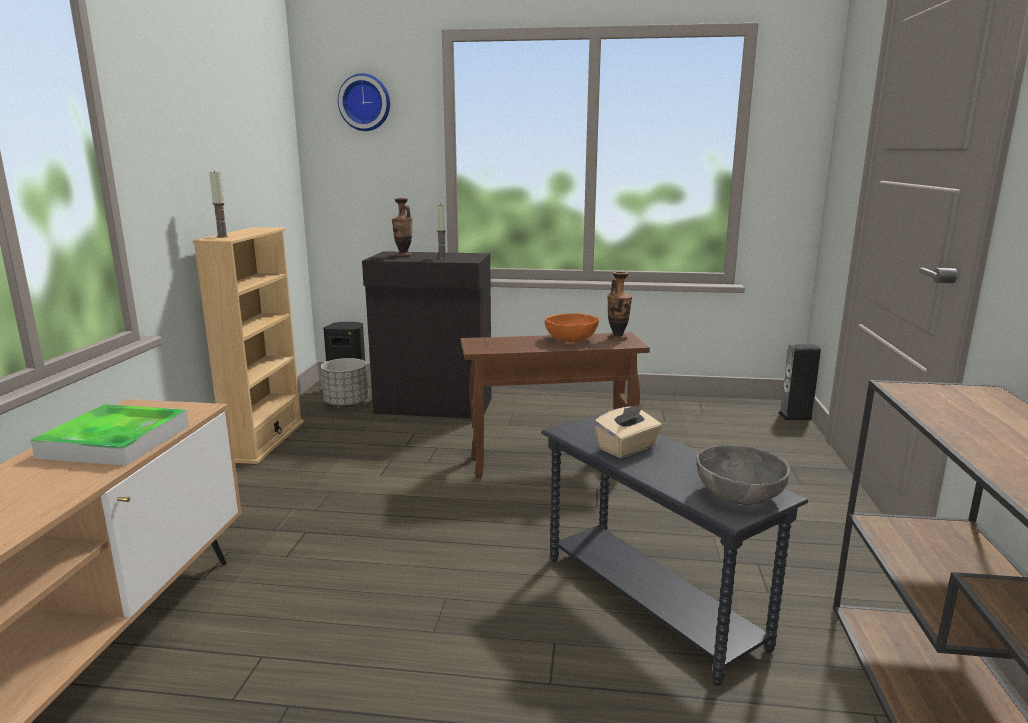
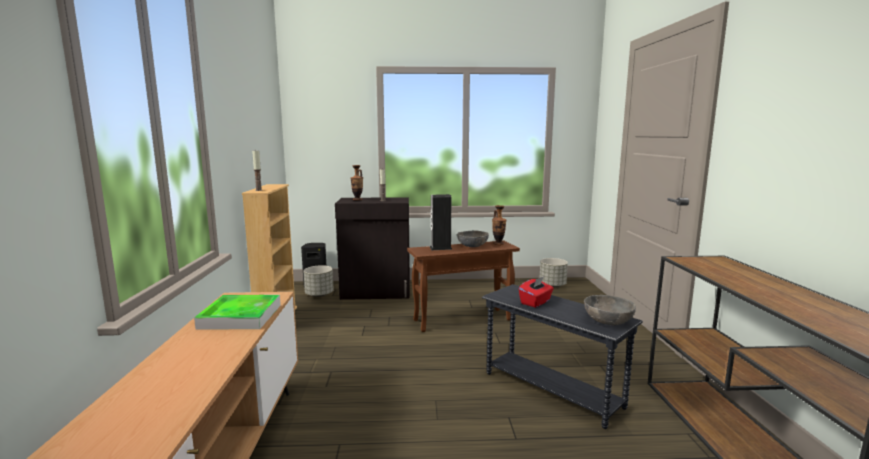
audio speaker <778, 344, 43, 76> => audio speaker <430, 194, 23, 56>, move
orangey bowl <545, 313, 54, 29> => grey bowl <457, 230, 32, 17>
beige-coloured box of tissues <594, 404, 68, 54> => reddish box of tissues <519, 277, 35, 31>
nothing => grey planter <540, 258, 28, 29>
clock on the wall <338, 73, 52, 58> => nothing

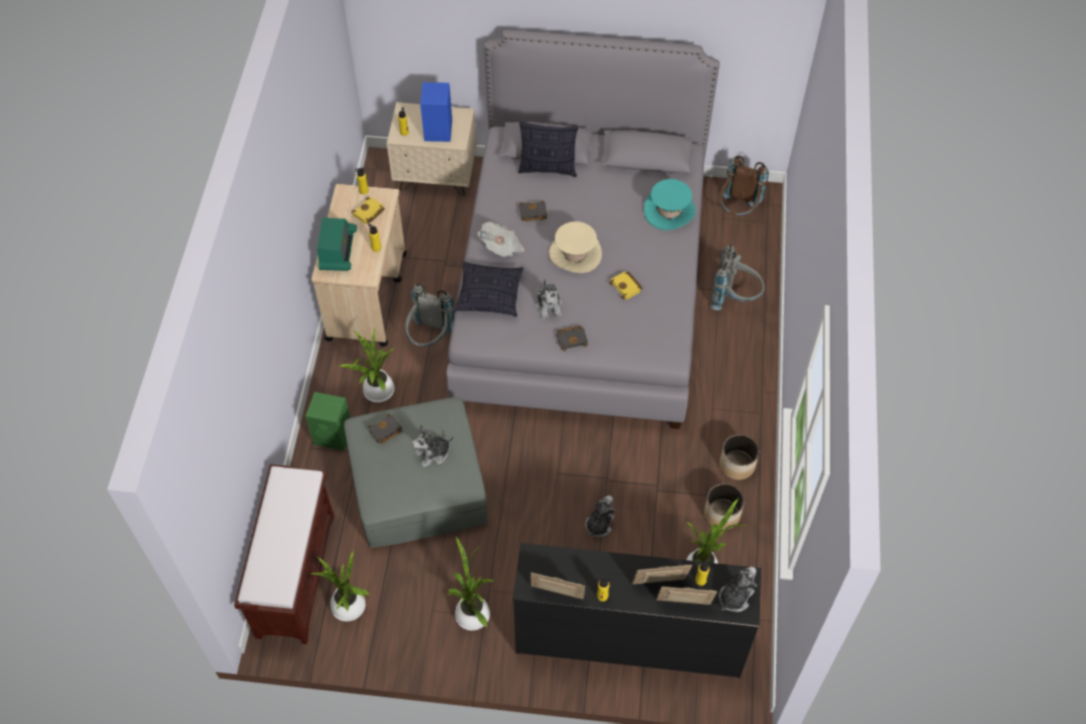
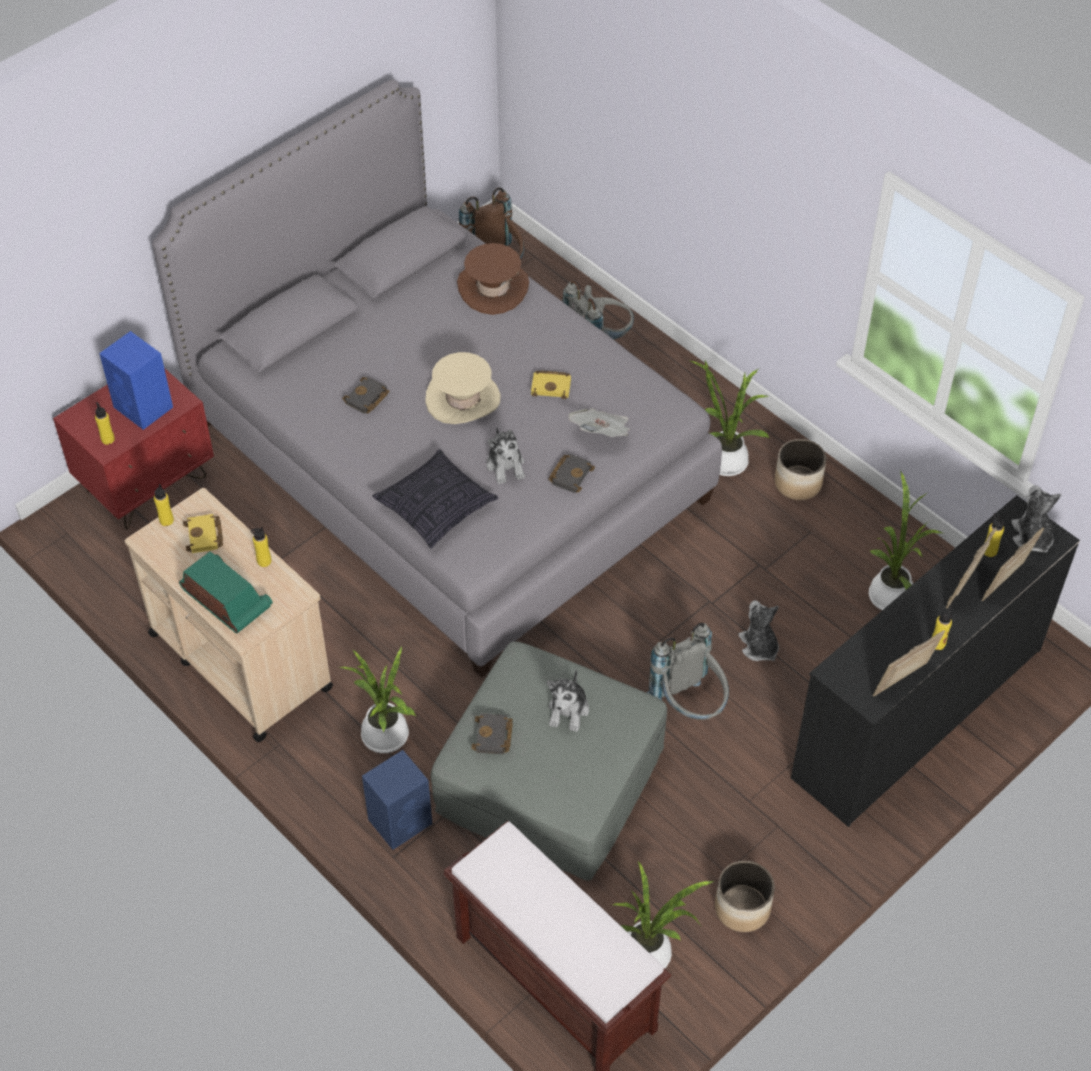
beige-coloured night table <387, 102, 90, 94> => reddish night table <53, 368, 161, 161>
greenish audio speaker <305, 392, 45, 59> => bluish audio speaker <362, 750, 70, 100>
turquoise hat <644, 179, 52, 51> => brown hat <457, 243, 72, 72>
cuddly toy <535, 278, 27, 41> => cuddly toy <486, 428, 39, 56>, 45 degrees clockwise
daily paper <478, 222, 47, 35> => daily paper <568, 408, 62, 29>, move
grey rucksack <405, 283, 50, 64> => grey rucksack <646, 622, 83, 98>, move
plant in a pot <447, 535, 48, 96> => plant in a pot <690, 360, 79, 116>, move
planter <704, 483, 40, 47> => planter <715, 861, 60, 71>, move
pillow <518, 121, 60, 56> => nothing

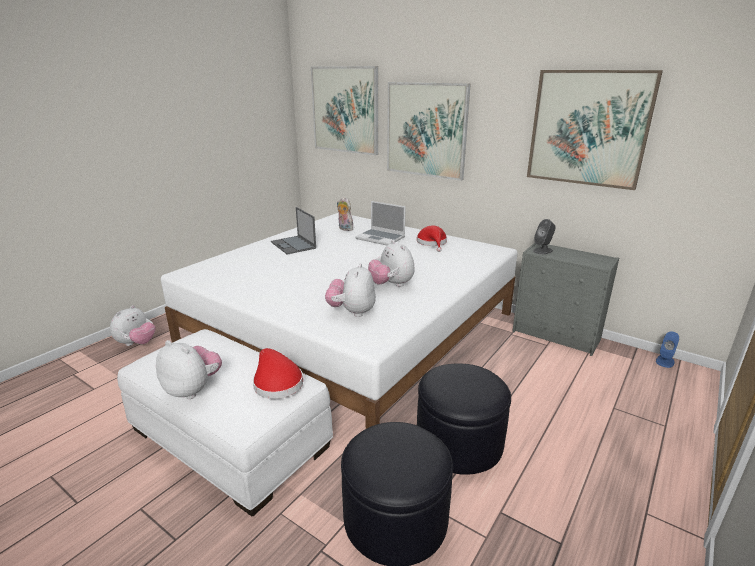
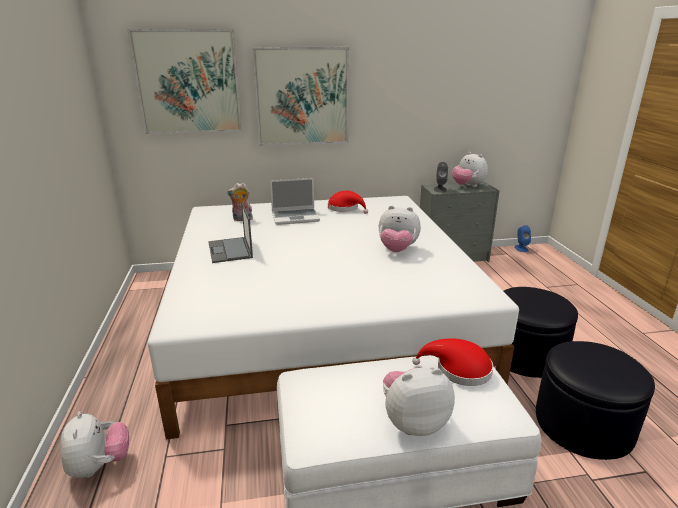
portable computer <271, 207, 45, 48> => portable computer <208, 202, 45, 61>, 60 degrees clockwise
cuddly toy <325, 263, 51, 54> => cuddly toy <452, 152, 36, 35>, move
wall art <527, 70, 136, 120> => nothing

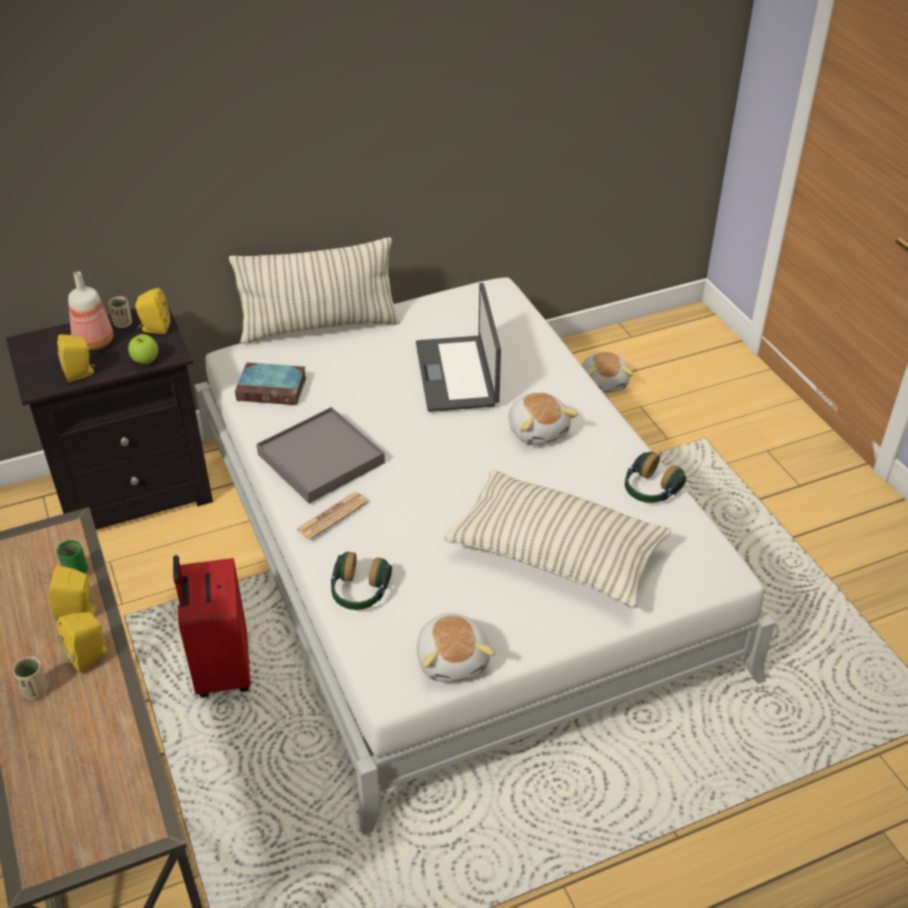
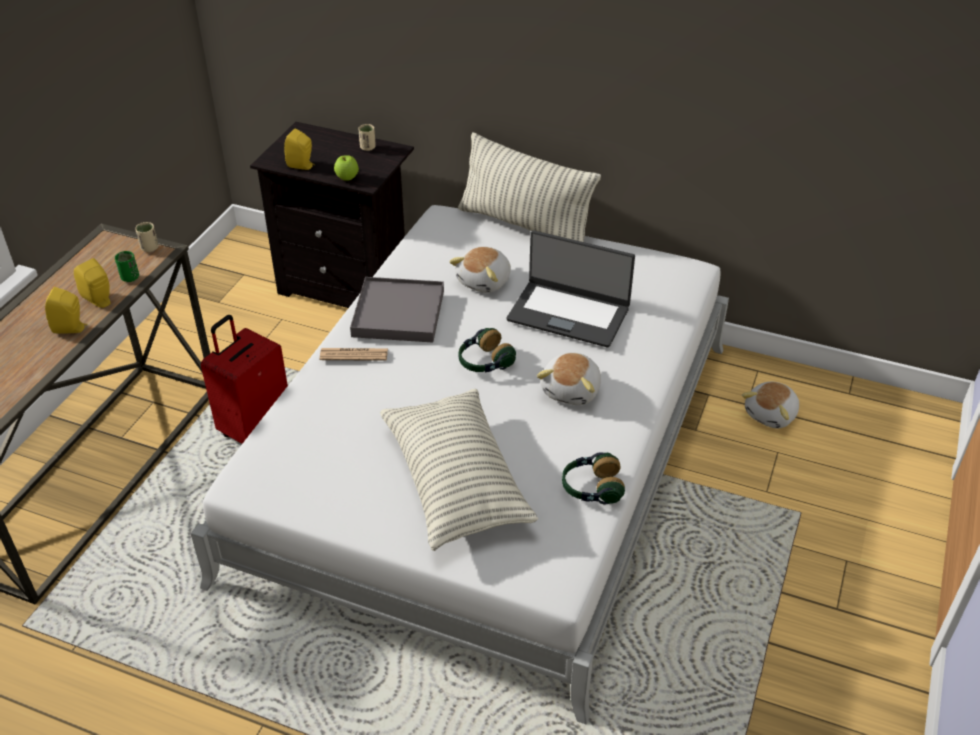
beige-coloured drinking cup <13, 657, 35, 42> => beige-coloured drinking cup <135, 222, 24, 30>, move
cuddly toy <416, 613, 79, 69> => cuddly toy <449, 247, 62, 46>, move
headphones <331, 552, 61, 58> => headphones <459, 328, 57, 44>, move
portable computer <416, 283, 85, 129> => portable computer <507, 230, 128, 118>, 105 degrees counterclockwise
drink bottle <68, 271, 45, 80> => nothing
yellowish audio speaker <135, 288, 35, 46> => nothing
bound book <235, 362, 71, 43> => nothing

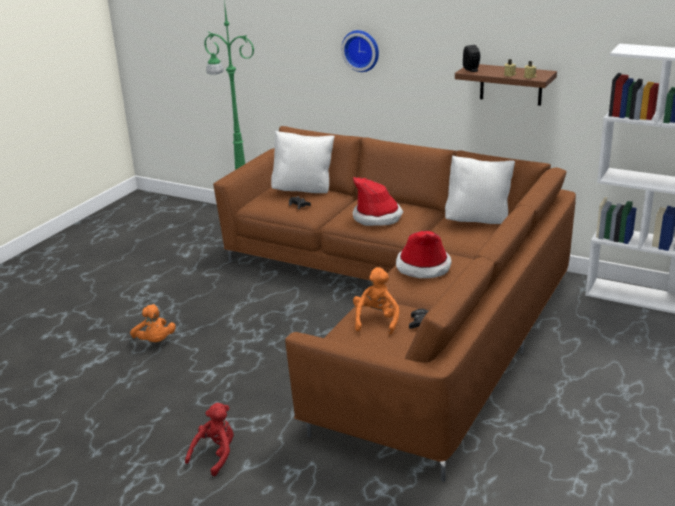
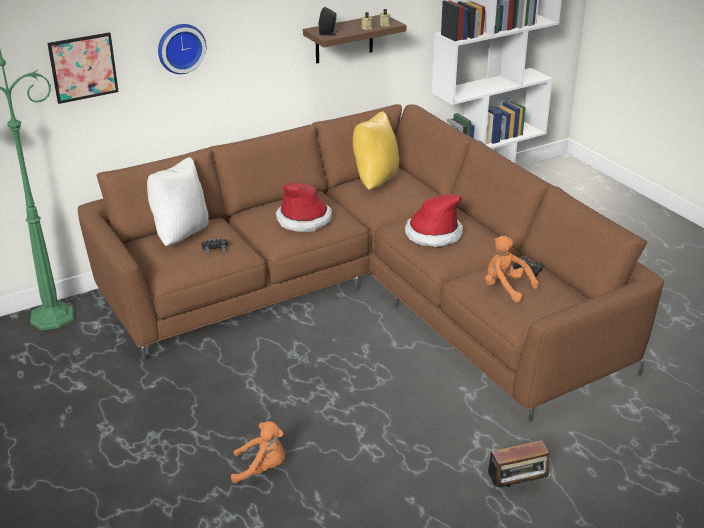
nothing => wall art <47, 32, 72, 72>
whitish pillow <445, 155, 70, 69> => yellowish pillow <353, 111, 46, 79>
reddish cuddly toy <185, 403, 49, 73> => radio receiver <484, 440, 67, 48>

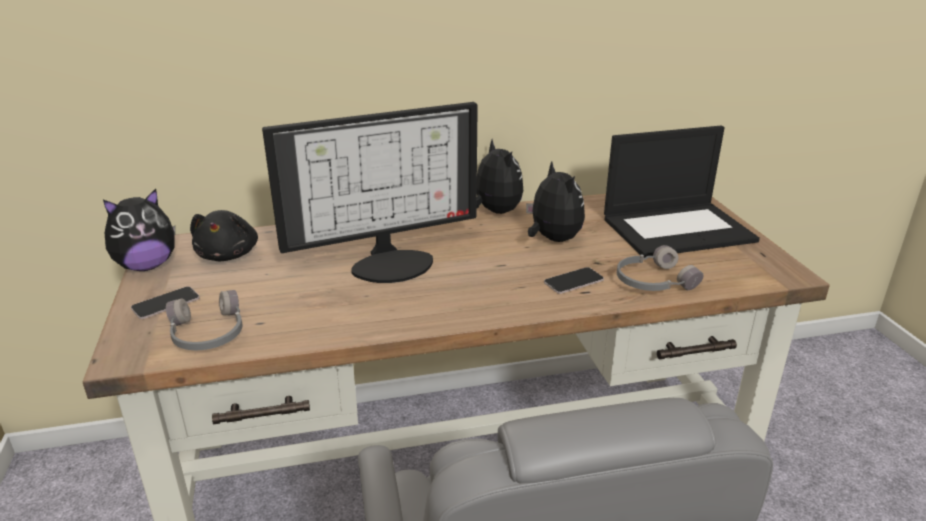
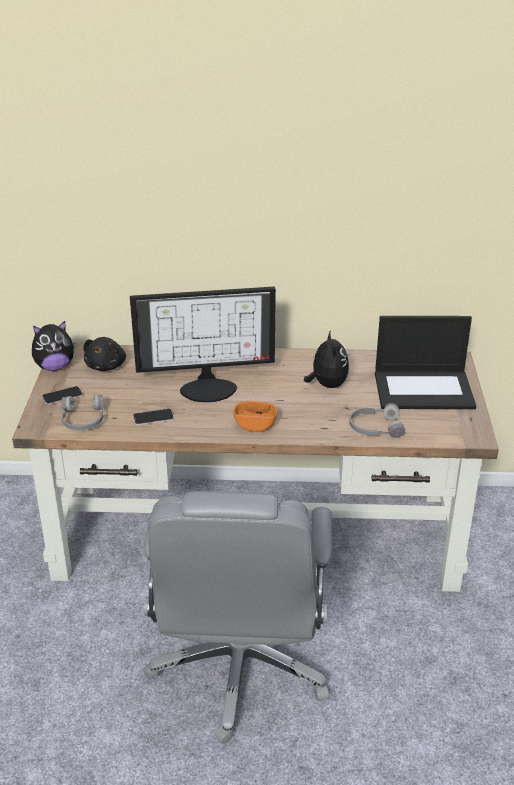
phone <544, 267, 60, 27> => phone <133, 409, 41, 16>, move
nothing => orangey bowl <233, 401, 44, 31>
cuddly toy <477, 140, 46, 74> => nothing

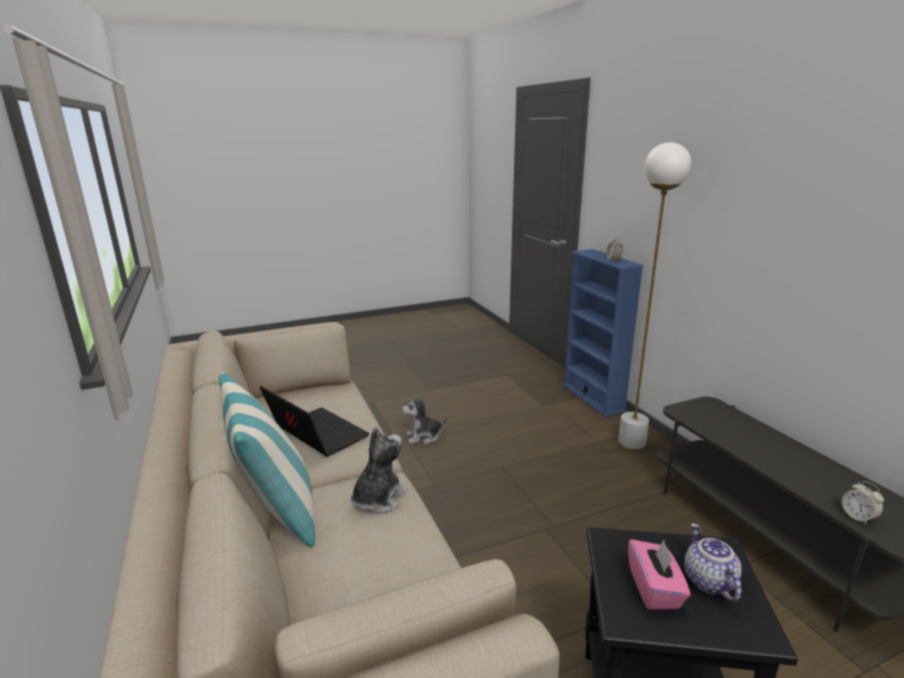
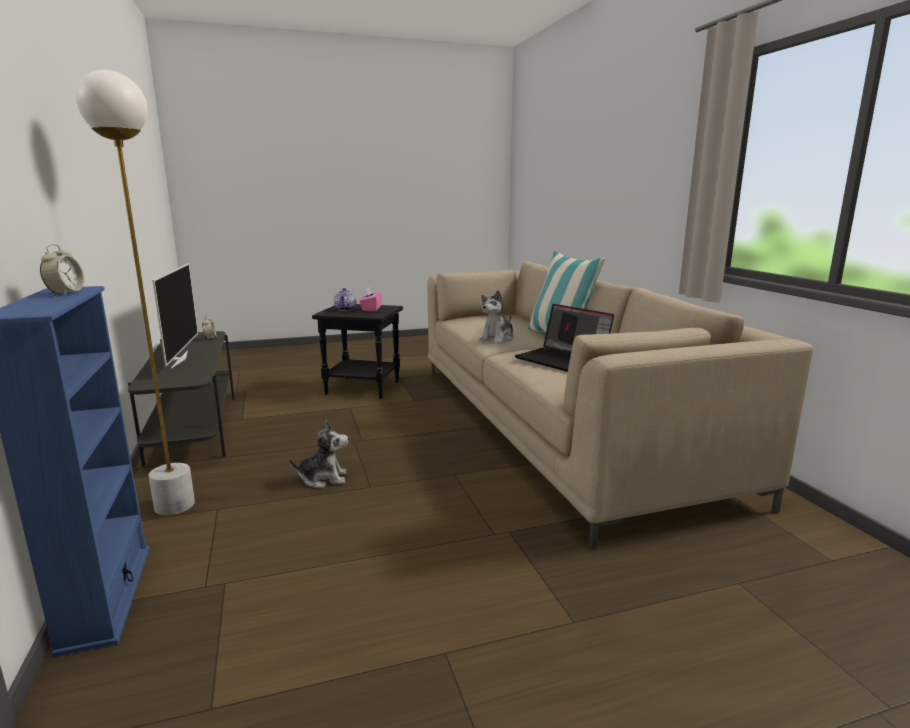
nothing => TV <152, 263, 46, 106>
cuddly toy <402, 394, 46, 50> => cuddly toy <289, 420, 60, 68>, move

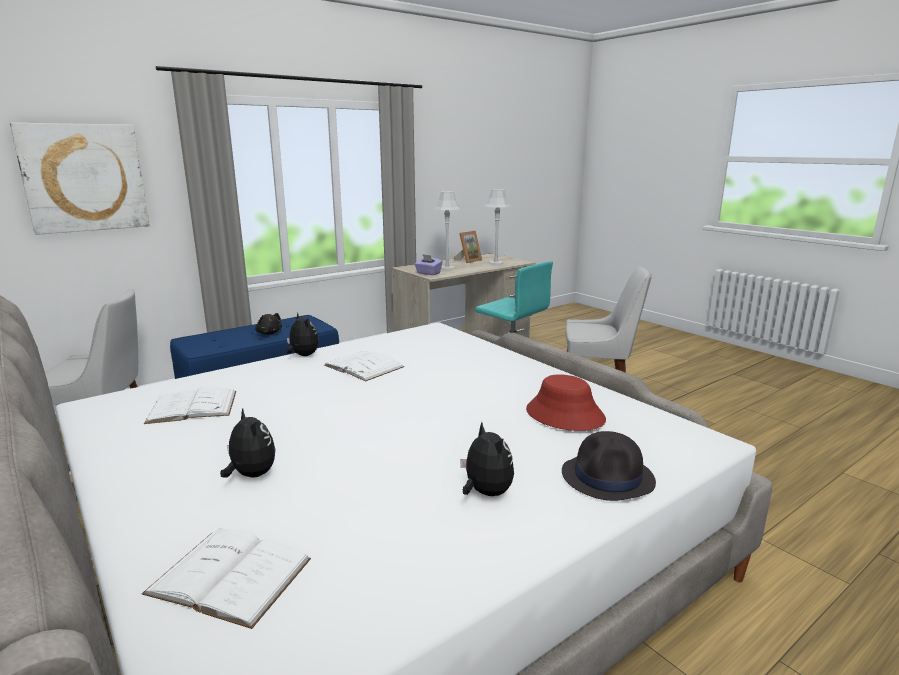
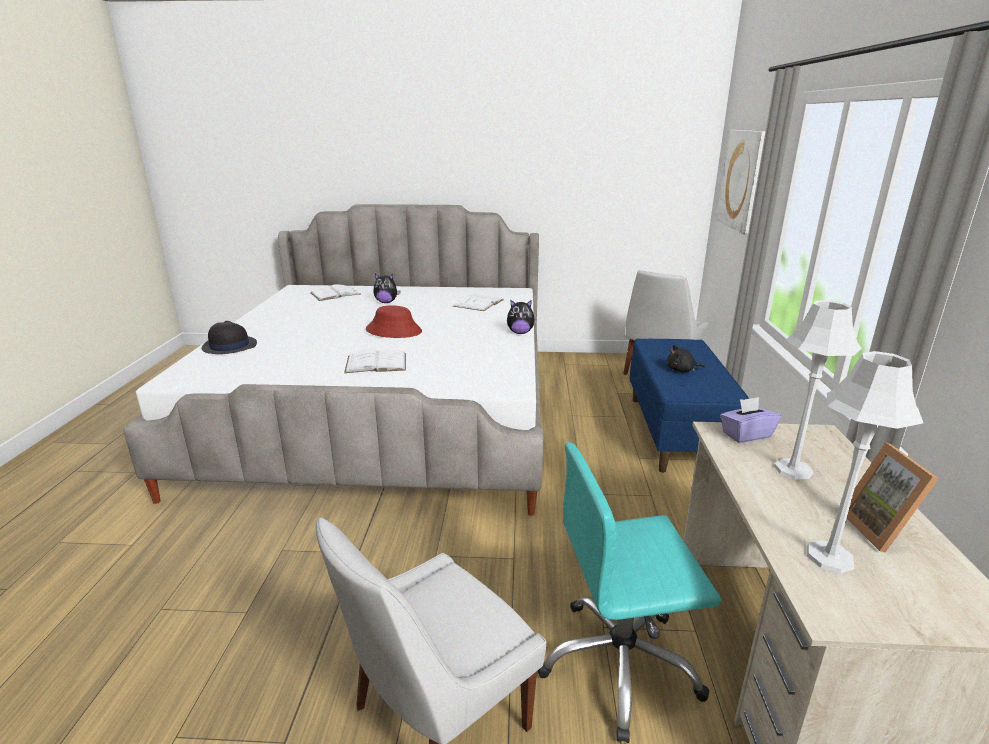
whitish bound book <324, 351, 80, 30> => whitish bound book <344, 348, 62, 25>, move
reddish hat <526, 374, 80, 57> => reddish hat <366, 305, 56, 33>, move
cuddly toy <460, 422, 54, 74> => nothing

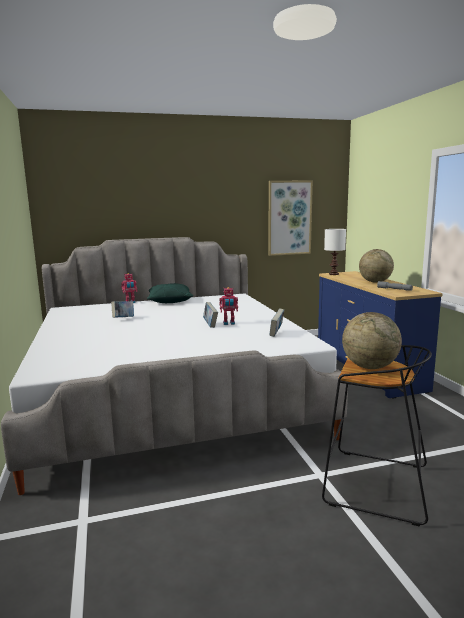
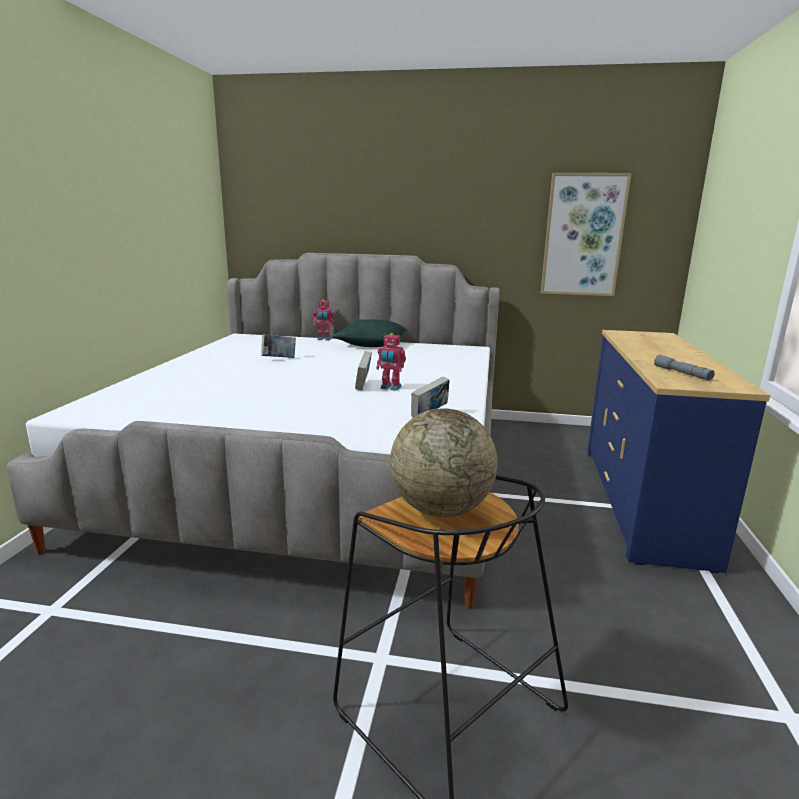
whitish table lamp <324, 229, 22, 46> => nothing
desk globe <359, 249, 35, 34> => nothing

